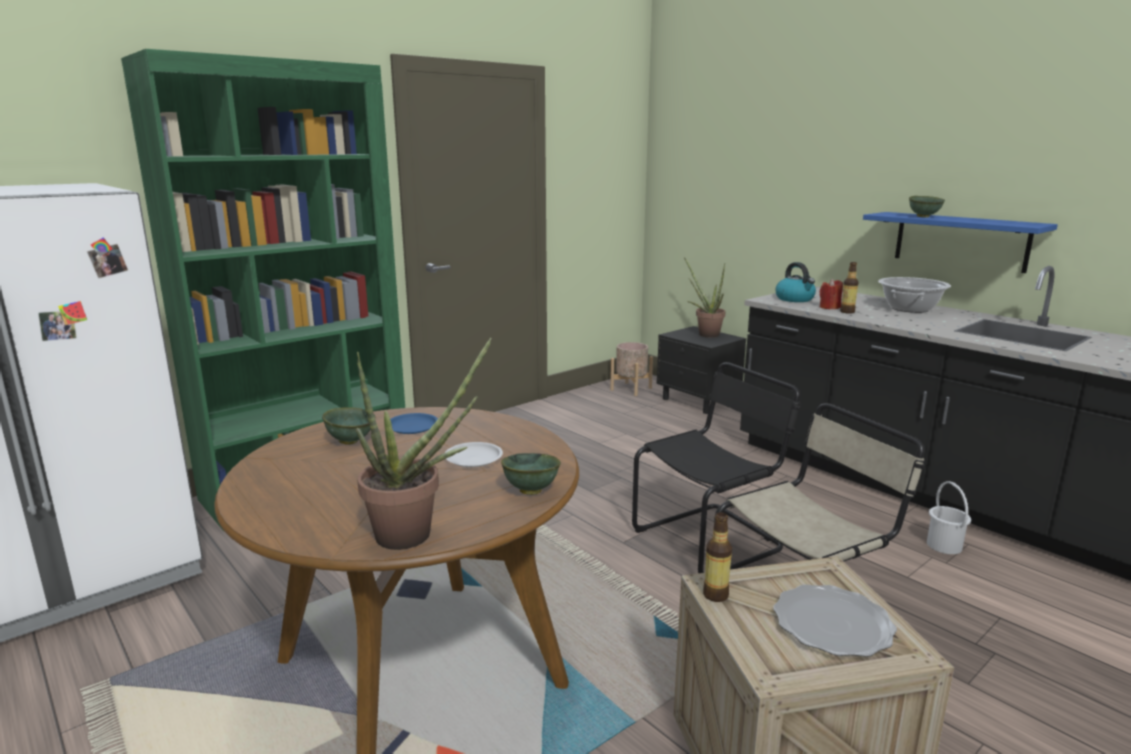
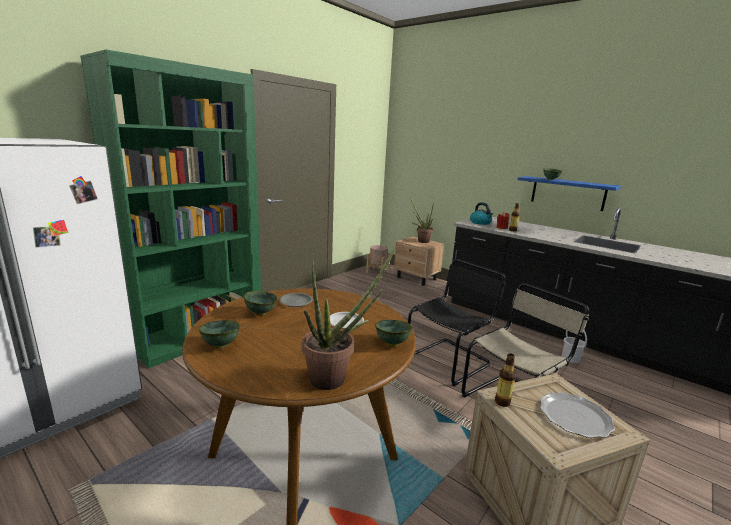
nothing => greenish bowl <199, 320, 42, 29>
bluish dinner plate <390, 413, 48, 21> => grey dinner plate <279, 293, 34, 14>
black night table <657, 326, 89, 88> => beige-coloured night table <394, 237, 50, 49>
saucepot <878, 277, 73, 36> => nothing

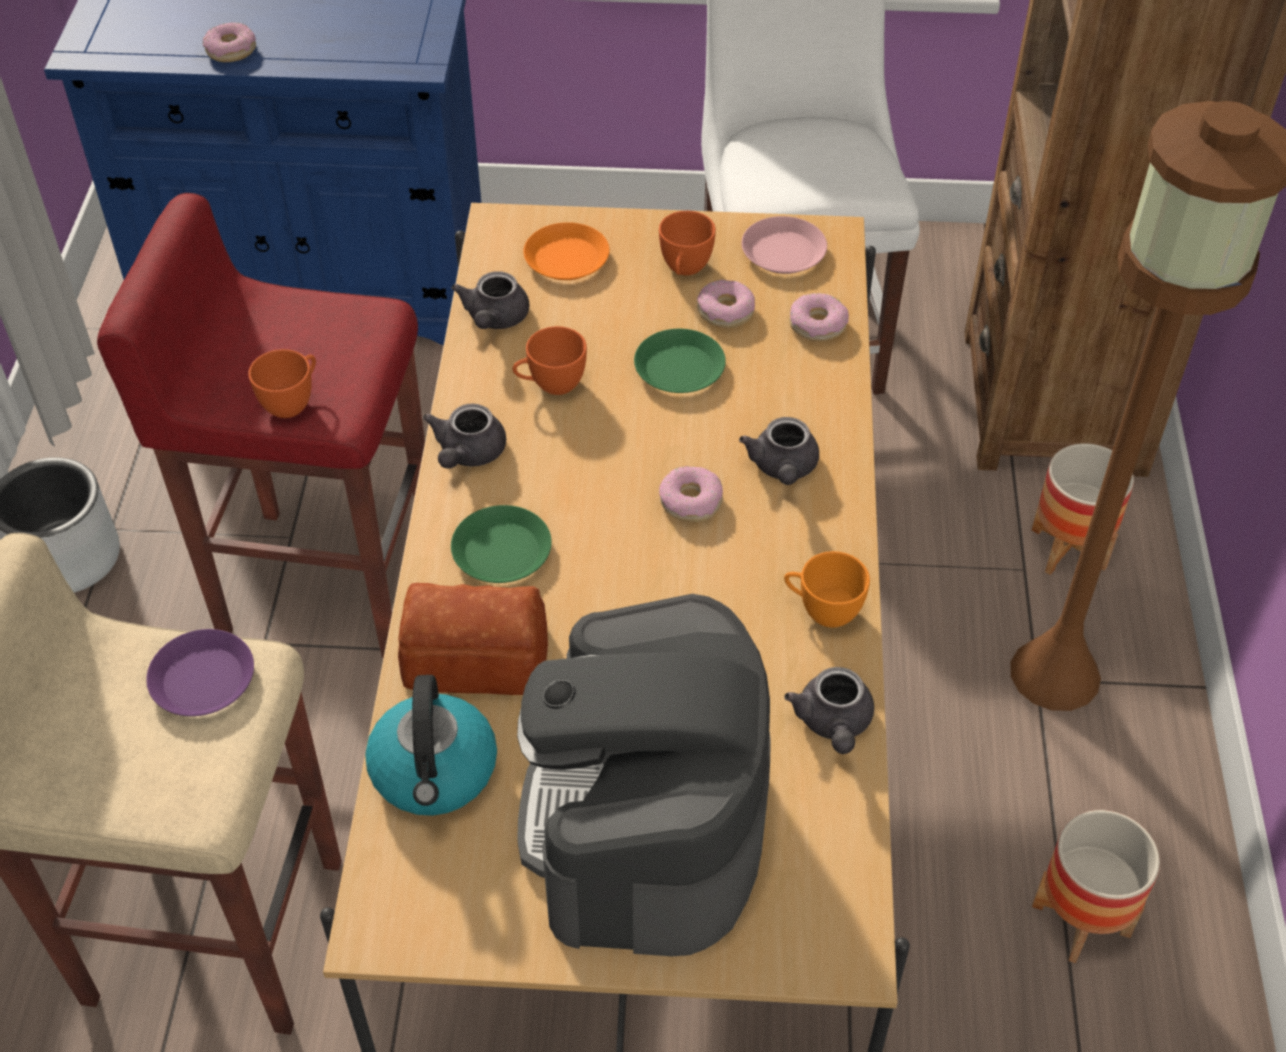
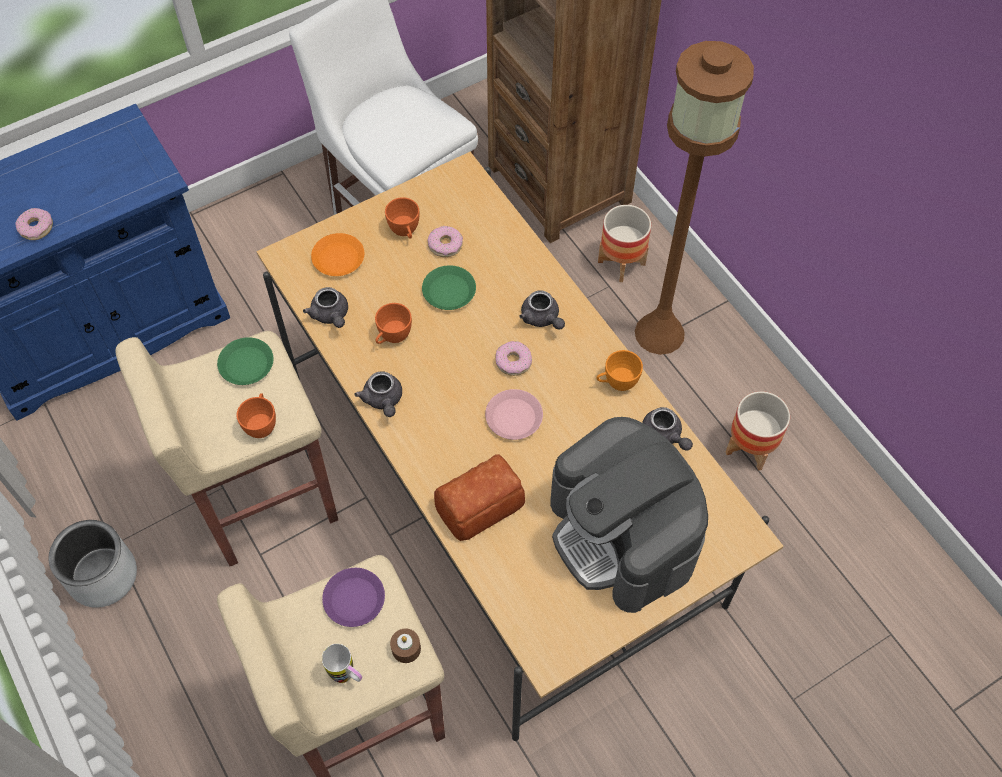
reddish sitting stool <97, 193, 328, 465> => beige-coloured sitting stool <115, 331, 223, 236>
greenish dinner plate <451, 505, 101, 78> => greenish dinner plate <217, 337, 56, 48>, move
nothing => tea mug <322, 644, 40, 39>
nothing => brown wax light <390, 629, 31, 34>
pink-coloured dinner plate <742, 216, 85, 58> => pink-coloured dinner plate <485, 389, 58, 51>, move
tea kettle <365, 675, 132, 141> => nothing
donut <789, 293, 60, 48> => nothing

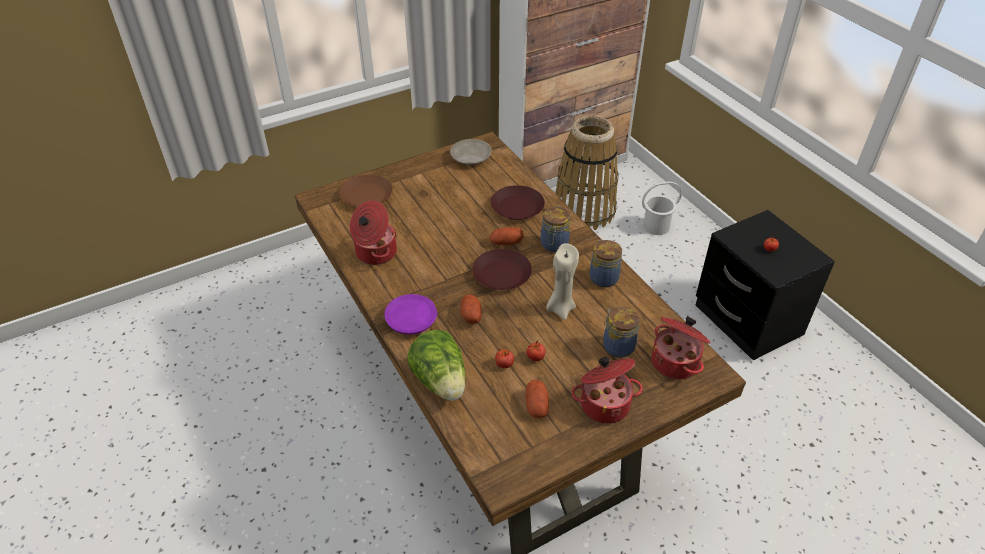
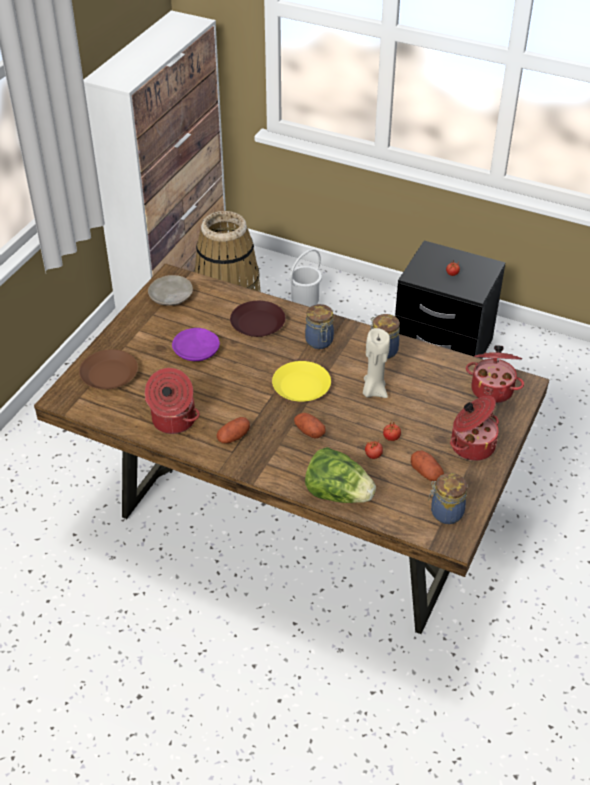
purple dinner plate <384, 294, 53, 41> => purple dinner plate <172, 328, 48, 33>, move
potato <490, 227, 34, 18> => potato <217, 417, 33, 26>, move
brown dinner plate <472, 249, 60, 41> => yellowish dinner plate <272, 361, 59, 41>
jar <603, 307, 36, 51> => jar <428, 473, 39, 51>, move

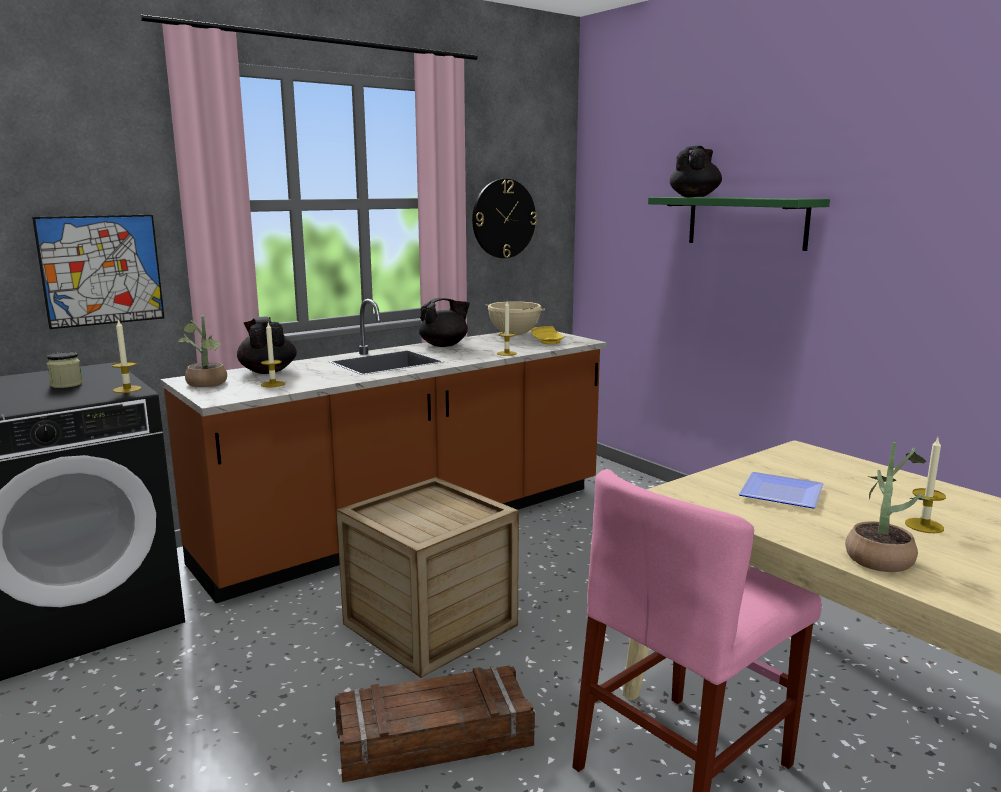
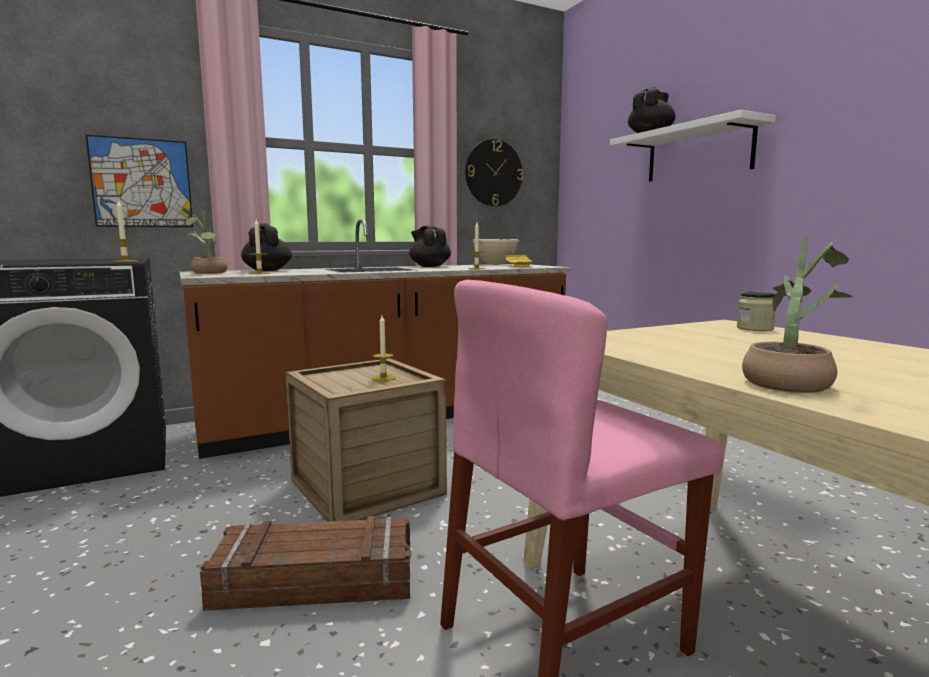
wax light <905, 438, 41, 95> => wax light <372, 316, 24, 65>, move
black teapot <419, 298, 51, 49> => black teapot <409, 226, 42, 41>, 105 degrees counterclockwise
greenish shelf <648, 197, 182, 54> => whitish shelf <610, 110, 166, 72>
jar <47, 352, 36, 36> => jar <737, 292, 39, 39>, move
dinner plate <739, 472, 84, 36> => nothing

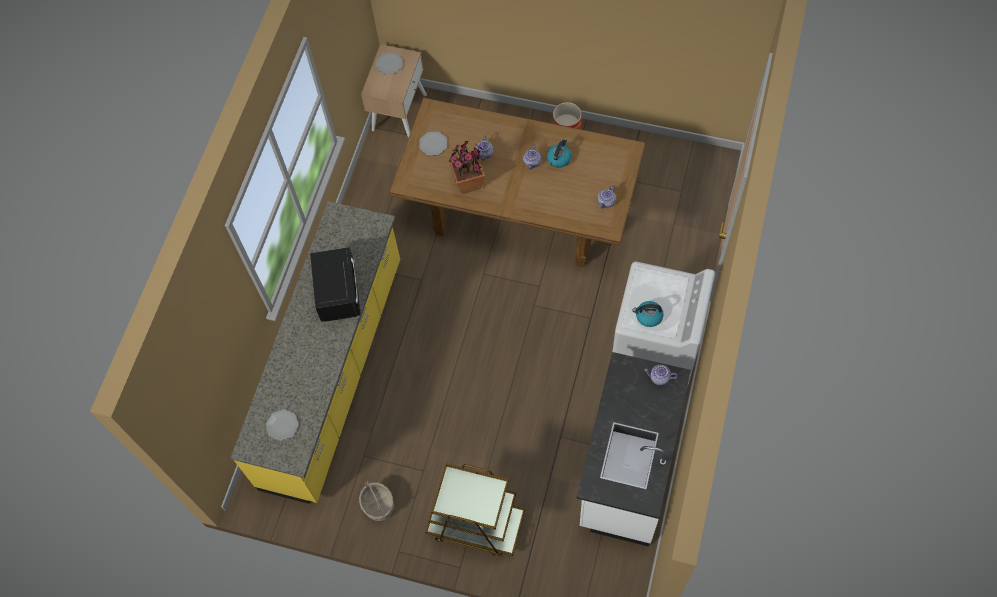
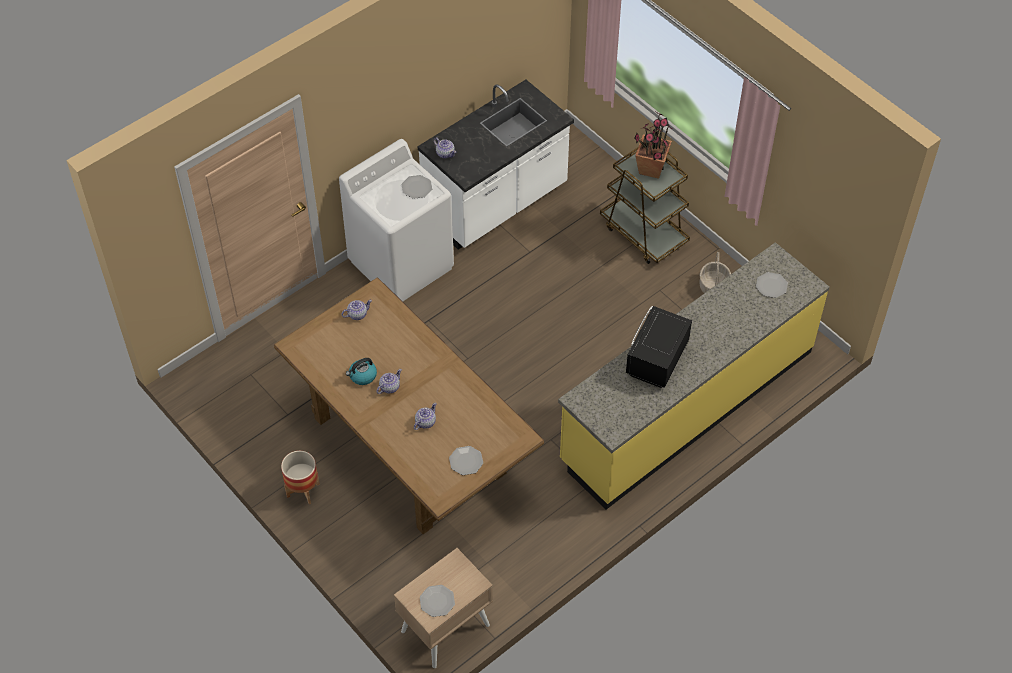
tea kettle <632, 301, 32, 26> => dinner plate <402, 175, 30, 24>
plant in a pot <449, 141, 36, 53> => plant in a pot <634, 112, 38, 67>, move

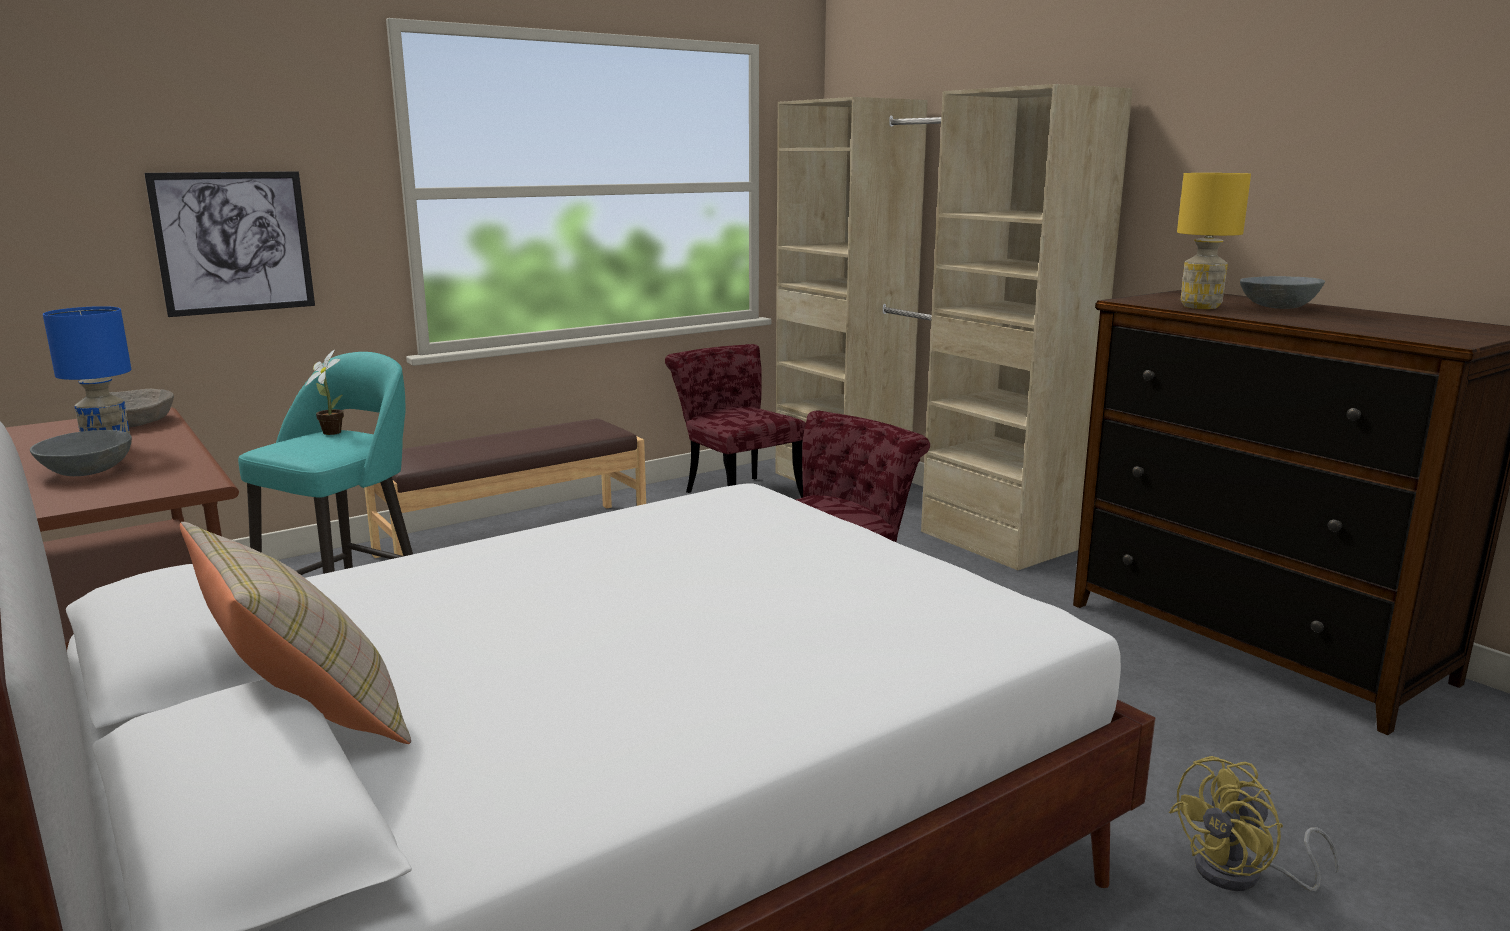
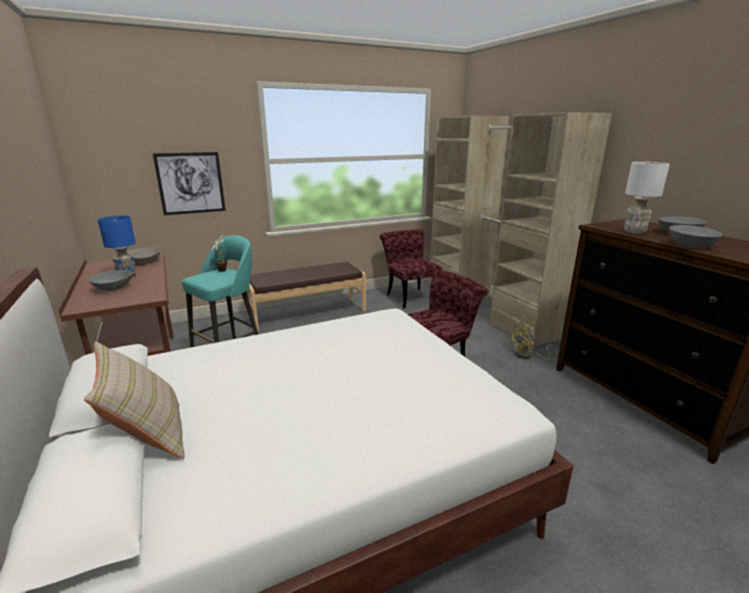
yellowish fan <1169, 756, 170, 135> => yellowish fan <509, 322, 48, 39>, move
yellowish table lamp <1177, 173, 74, 136> => whitish table lamp <624, 162, 46, 72>
nothing => grey bowl <669, 225, 53, 23>

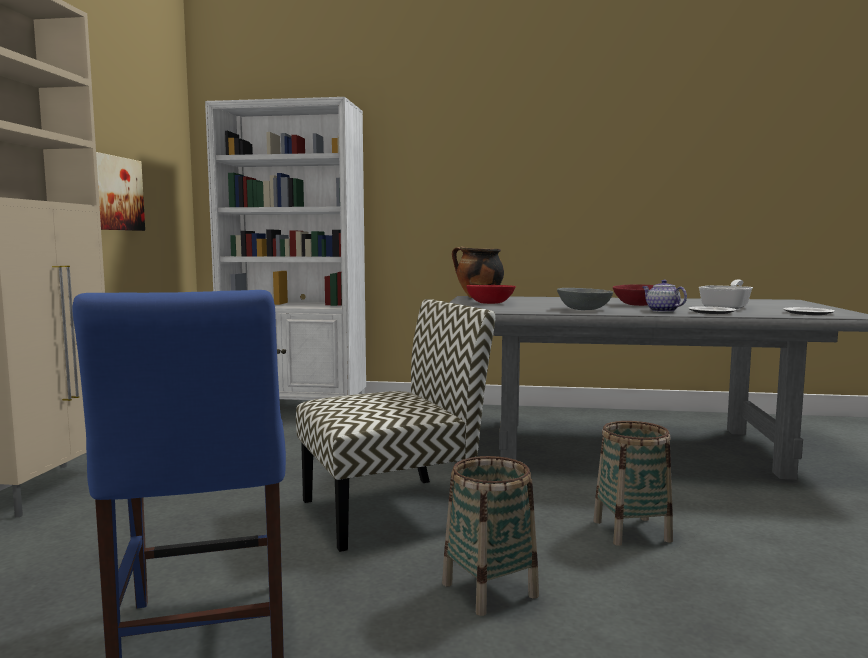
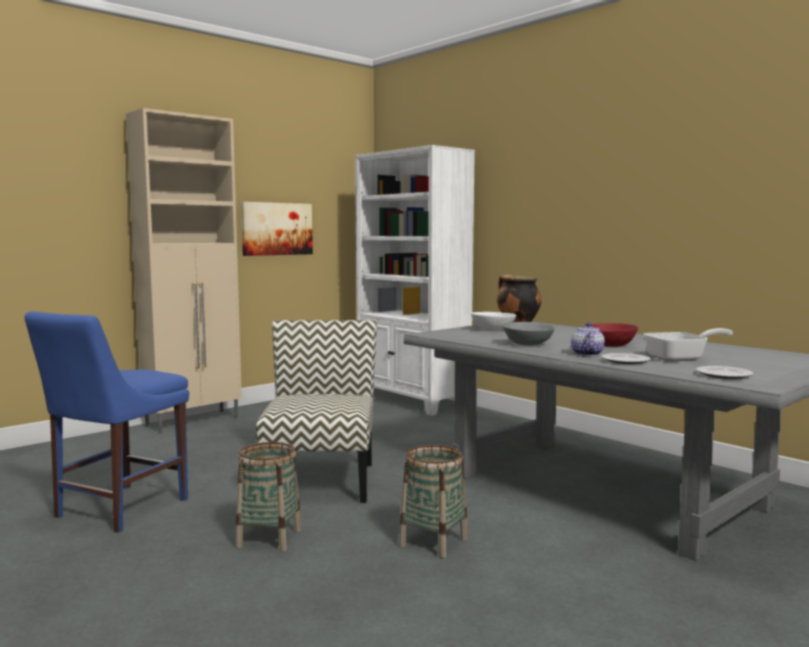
chair <296, 299, 199, 253> => chair <256, 320, 121, 183>, 105 degrees counterclockwise
reddish bowl <466, 285, 50, 19> => whitish bowl <471, 312, 45, 19>

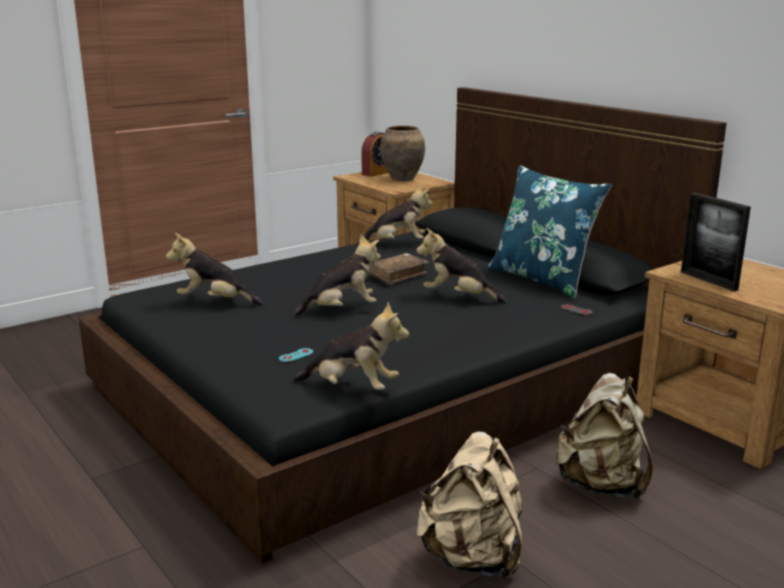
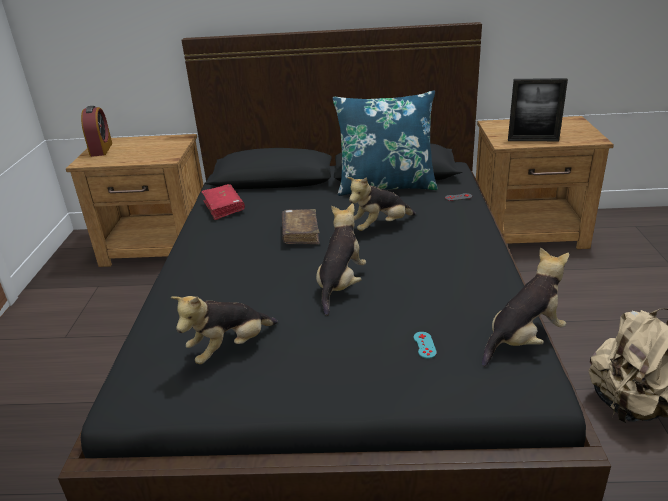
cuddly toy <357, 184, 76, 61> => reddish bound book <201, 184, 44, 36>
brown flower vase <380, 125, 45, 56> => nothing
beige-coloured rucksack <554, 373, 99, 127> => nothing

